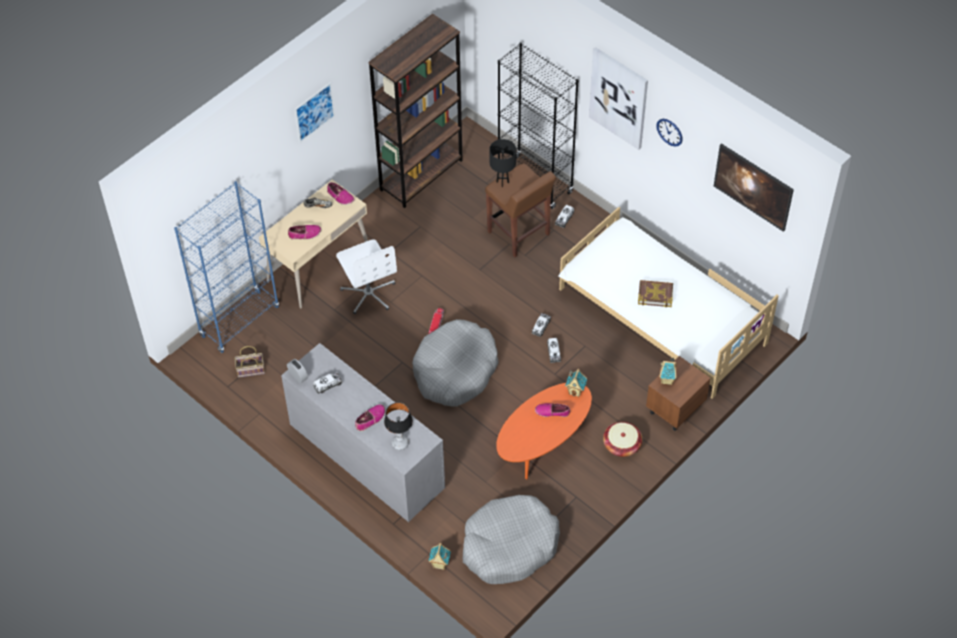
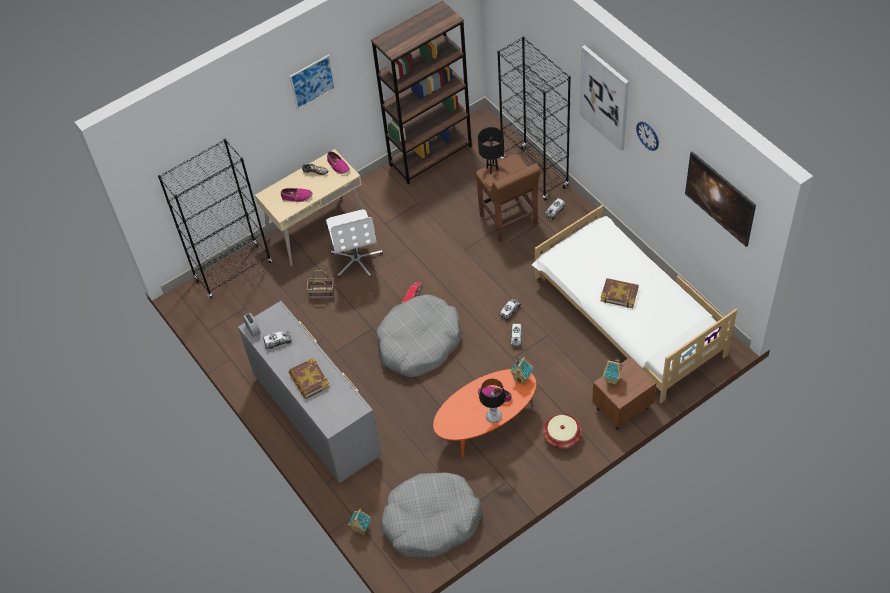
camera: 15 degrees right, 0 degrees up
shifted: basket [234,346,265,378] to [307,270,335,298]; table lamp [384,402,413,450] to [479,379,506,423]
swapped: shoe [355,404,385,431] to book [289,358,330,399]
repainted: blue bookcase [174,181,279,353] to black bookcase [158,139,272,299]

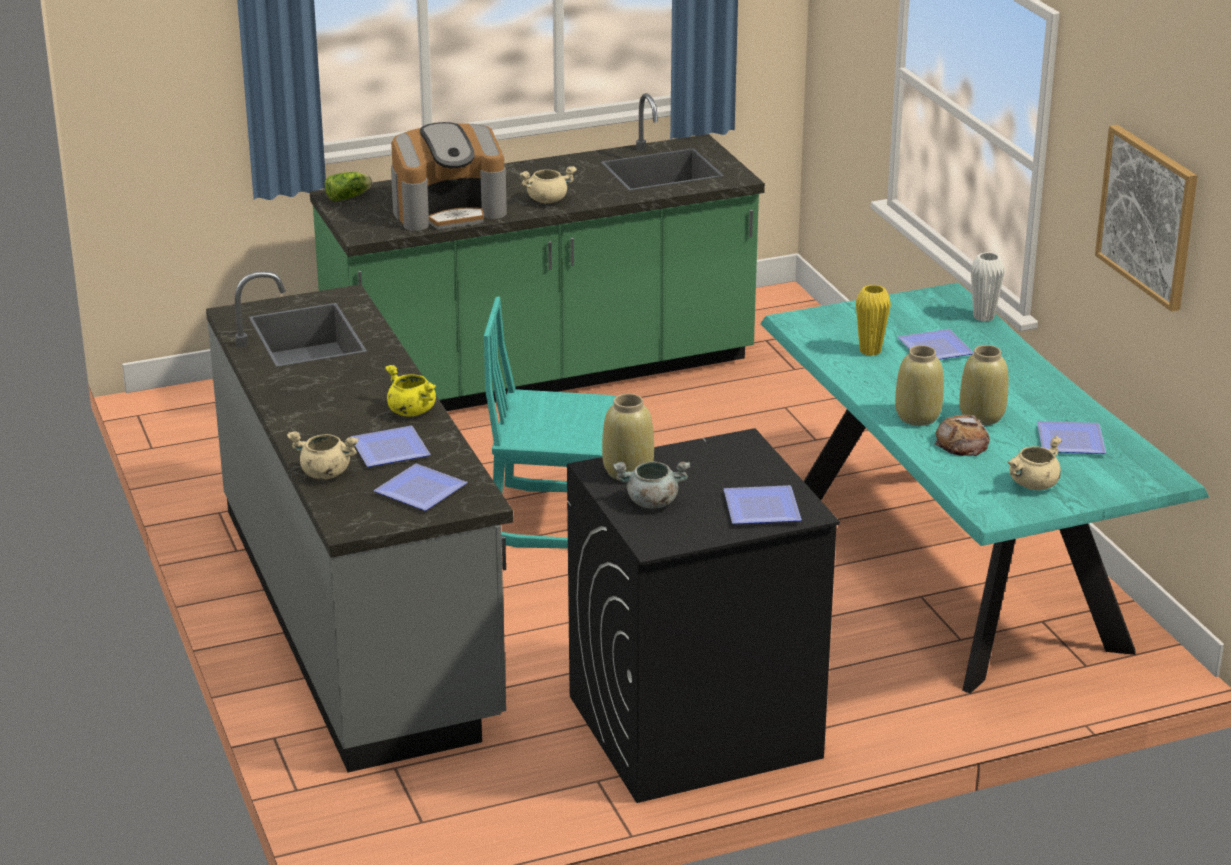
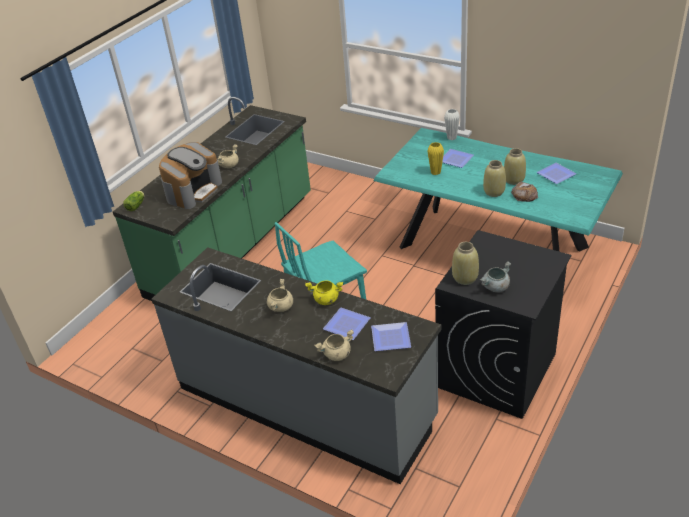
camera: 35 degrees left, 10 degrees up
gone: plate [724,485,802,524]; picture [1095,125,1198,312]
shifted: beige cooking pot [1007,436,1062,490] to [267,279,293,312]

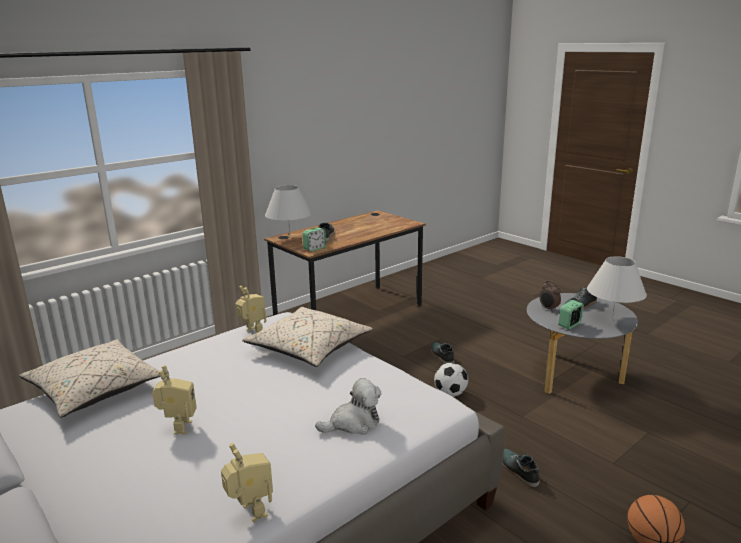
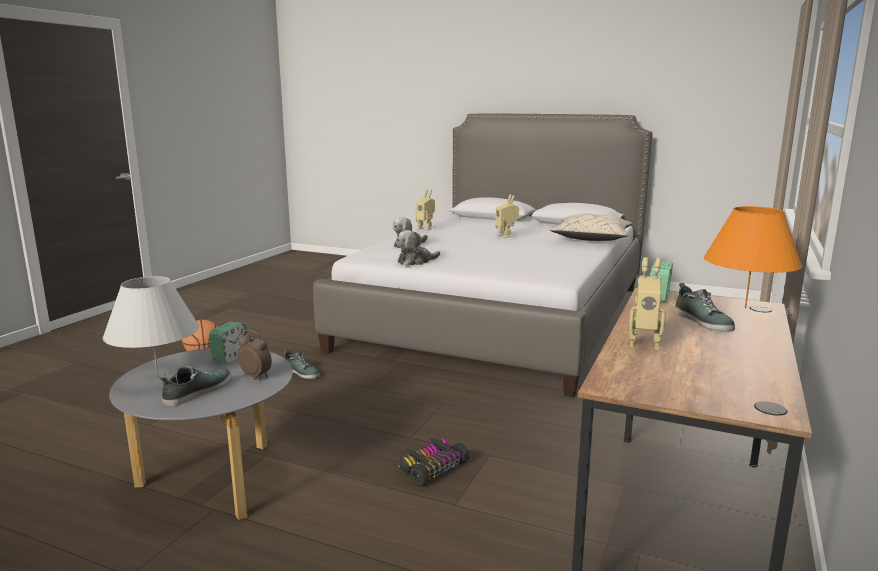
camera: 155 degrees right, 5 degrees down
gone: beige pillow [242,307,373,367]; football [434,363,468,397]
new: plush toy [396,230,440,266]
shifted: toy robot [235,286,266,333] to [629,257,666,350]
swapped: shoe [431,342,454,364] to toy car [398,437,469,487]
repainted: white table lamp [265,185,312,237] to orange table lamp [704,206,803,308]

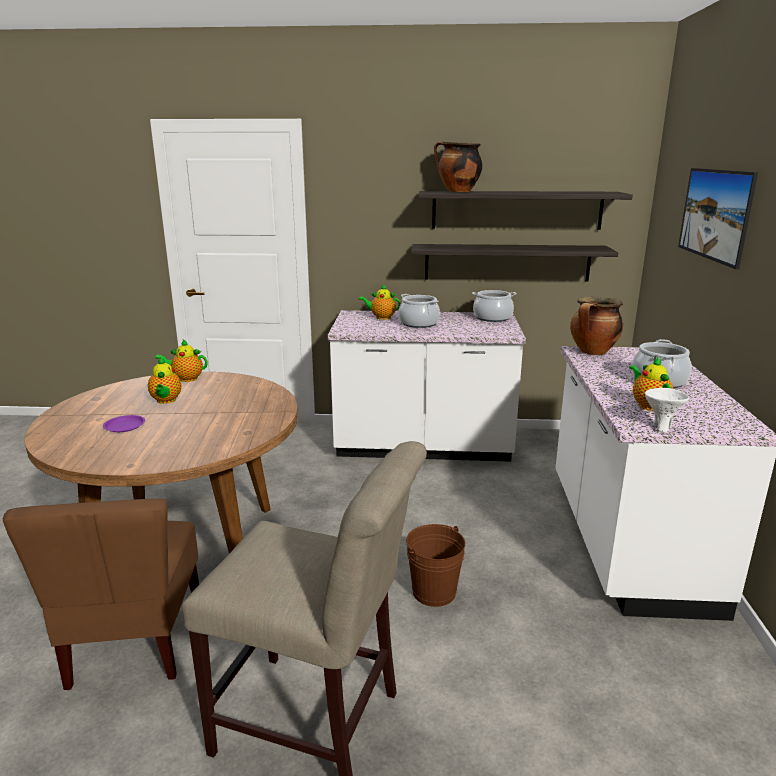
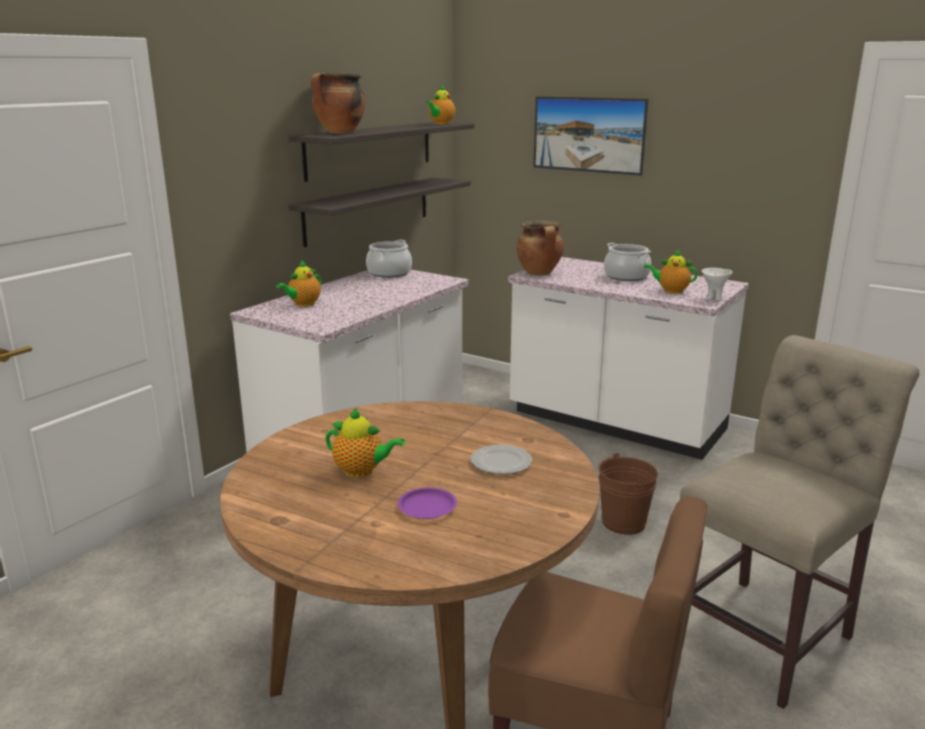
camera: 60 degrees left, 0 degrees up
gone: cooking pot [399,294,440,328]
new: plate [470,445,532,474]
shifted: teapot [155,339,208,382] to [426,84,455,124]

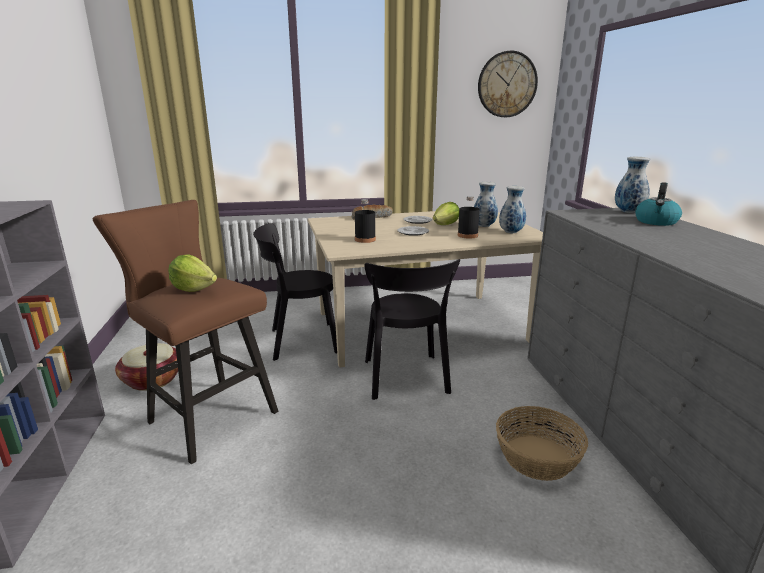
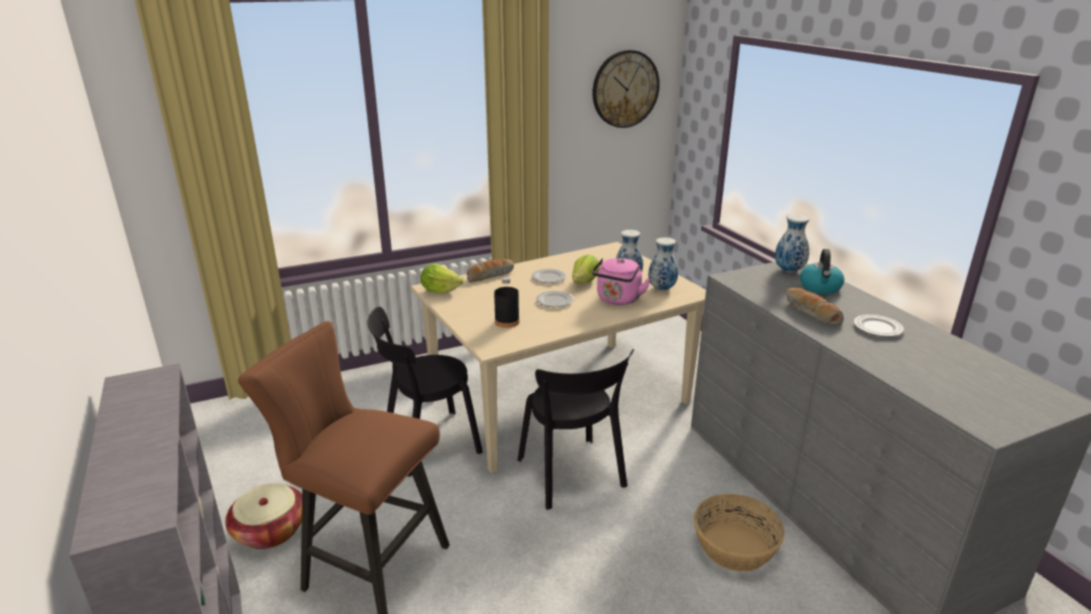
camera: 15 degrees left, 5 degrees up
new: bread [785,288,844,325]; plate [854,315,904,337]
shifted: lettuce [168,254,217,292] to [420,264,463,293]
swapped: black bottle [458,196,480,238] to pink kettle [592,258,651,305]

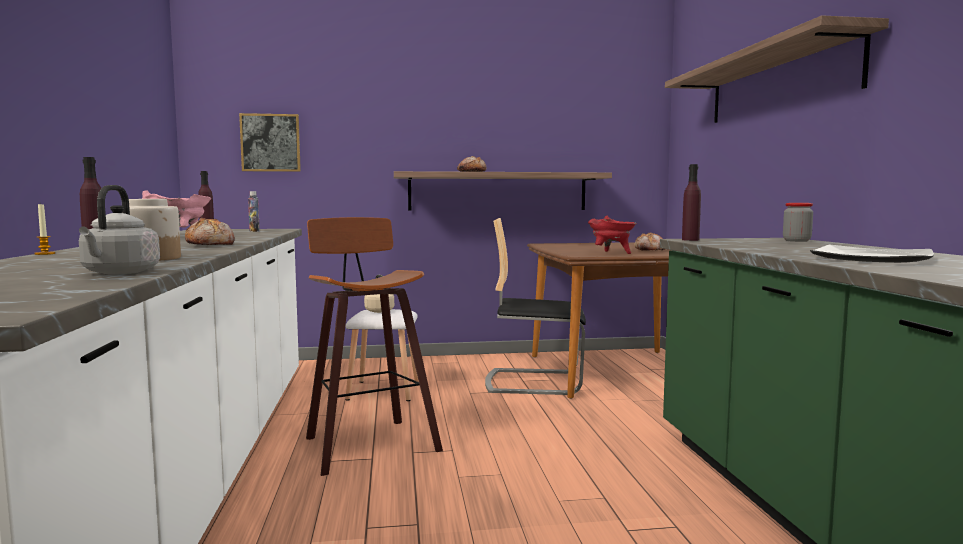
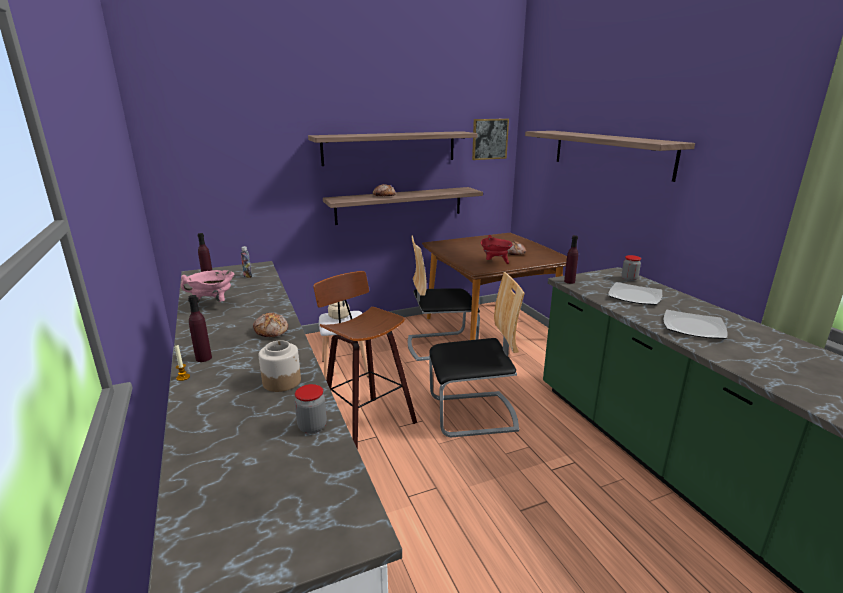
camera: 15 degrees left, 15 degrees up
new: shelf [308,131,478,166]; chair [429,272,525,437]; plate [608,282,662,305]
shifted: picture [239,113,301,172] to [472,119,509,160]
swapped: grey kettle [79,185,160,275] to jar [295,384,327,434]

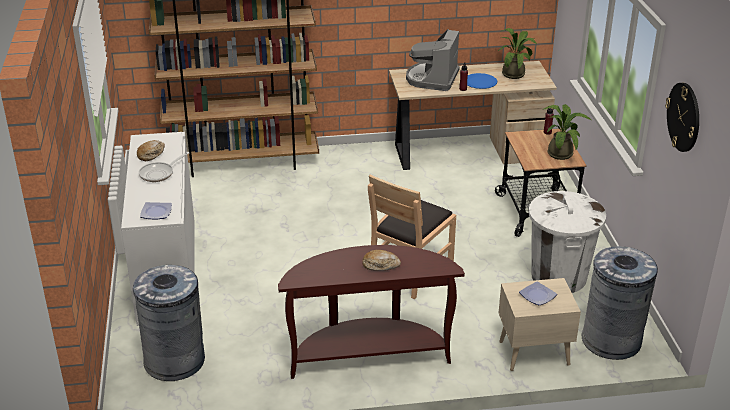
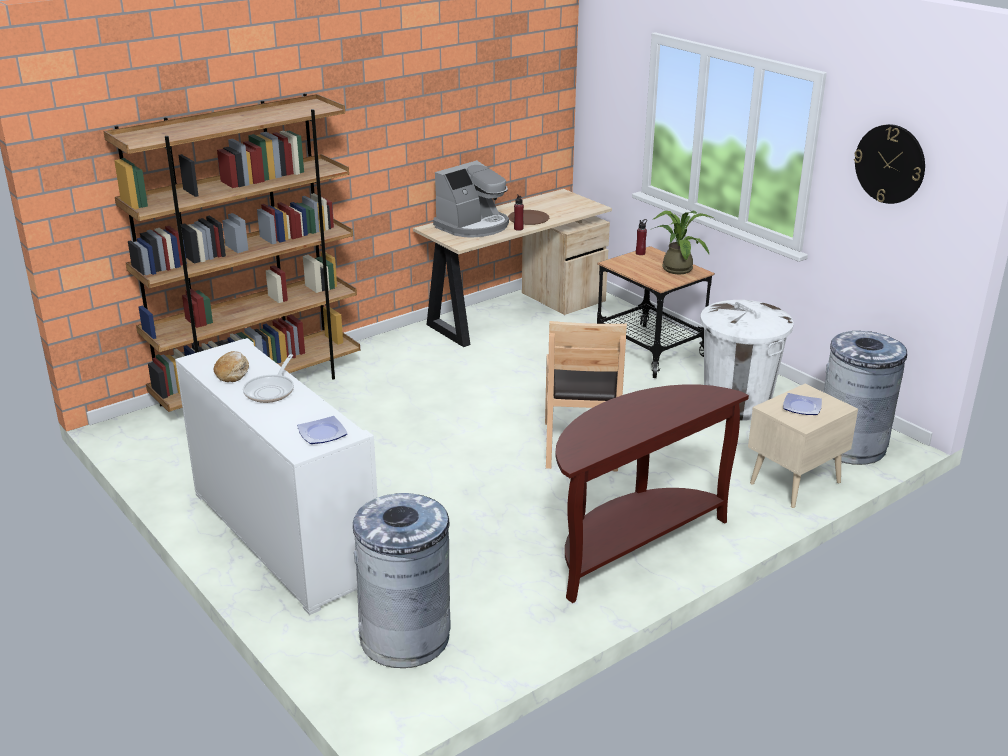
camera: 30 degrees left, 5 degrees down
gone: bread [362,250,401,271]; potted plant [498,28,537,79]
repainted: blue plate [467,73,497,89] to brown plate [508,210,549,225]
rotated: coffee machine [406,29,460,91] = [433,160,509,238] 120 degrees counterclockwise

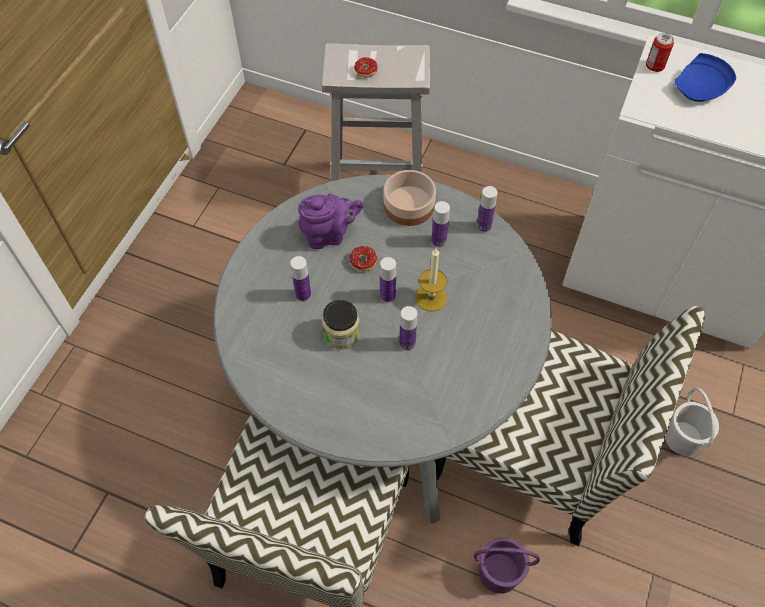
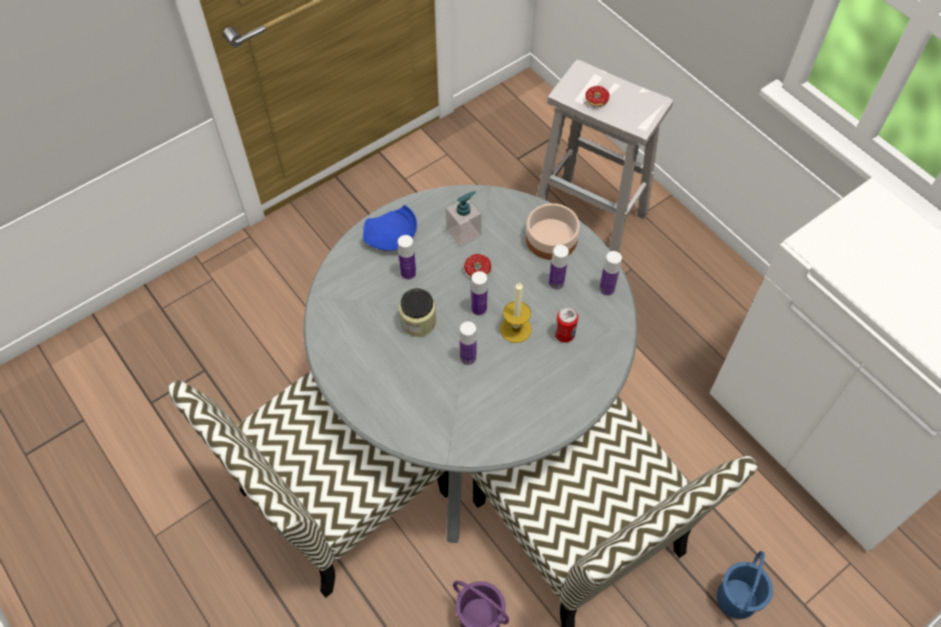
camera: 30 degrees right, 0 degrees up
shifted: can [646,33,674,72] to [555,307,578,343]; blue plate [674,53,736,102] to [363,205,417,251]
swapped: purple teapot [298,194,364,249] to soap dispenser [445,191,482,247]
repainted: white bucket [665,388,719,456] to blue bucket [717,551,773,619]

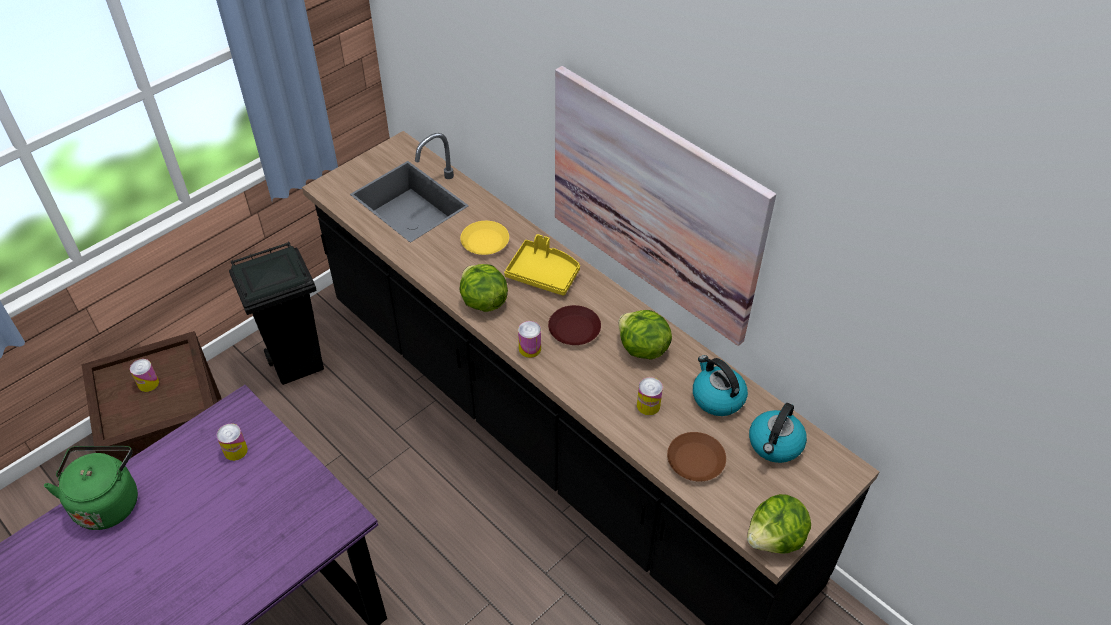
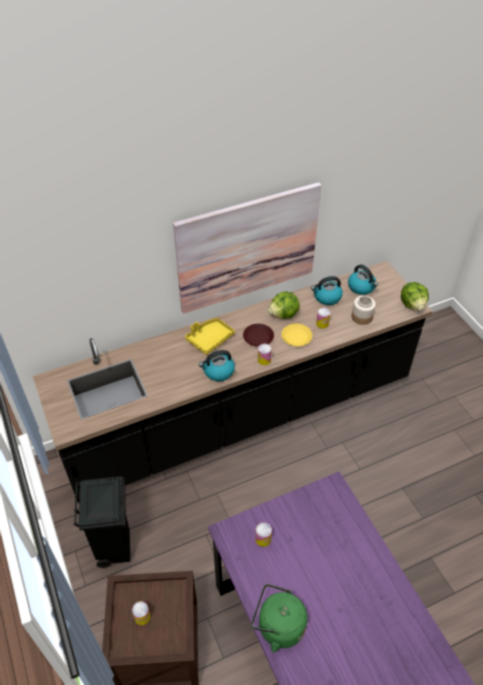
camera: 70 degrees left, 0 degrees up
shifted: yellow plate [460,221,509,255] to [281,324,312,347]
swapped: lettuce [459,264,508,312] to kettle [199,350,235,381]; brown plate [667,432,726,481] to jar [352,296,376,325]

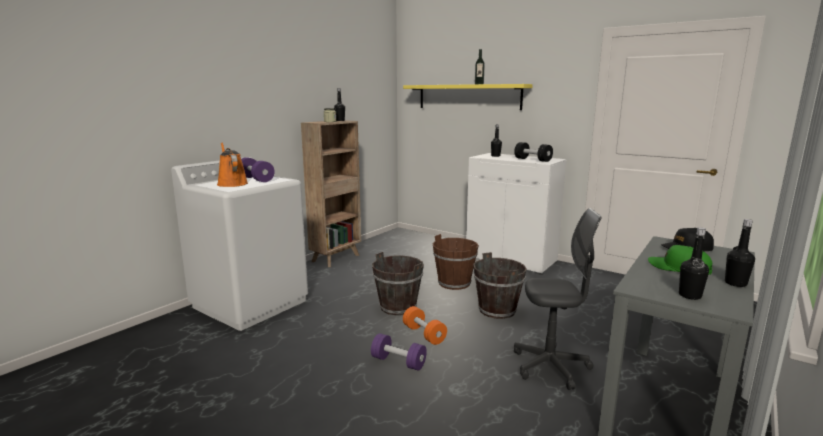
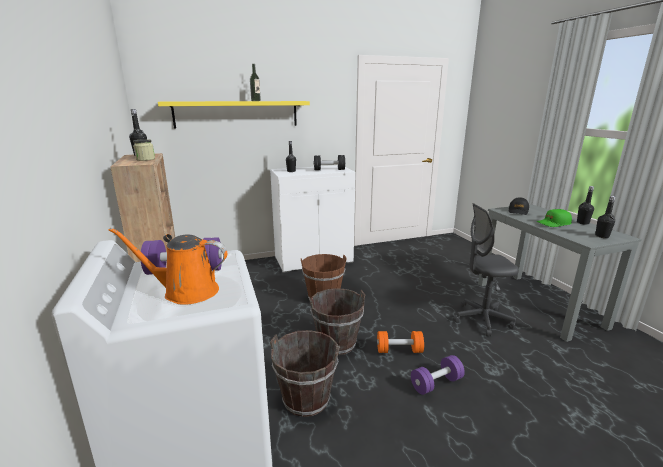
camera: 55 degrees left, 5 degrees up
shifted: brown bucket [473,252,527,319] to [270,330,340,417]
rotated: grey office chair [514,208,602,390] = [453,203,519,336] 135 degrees counterclockwise

